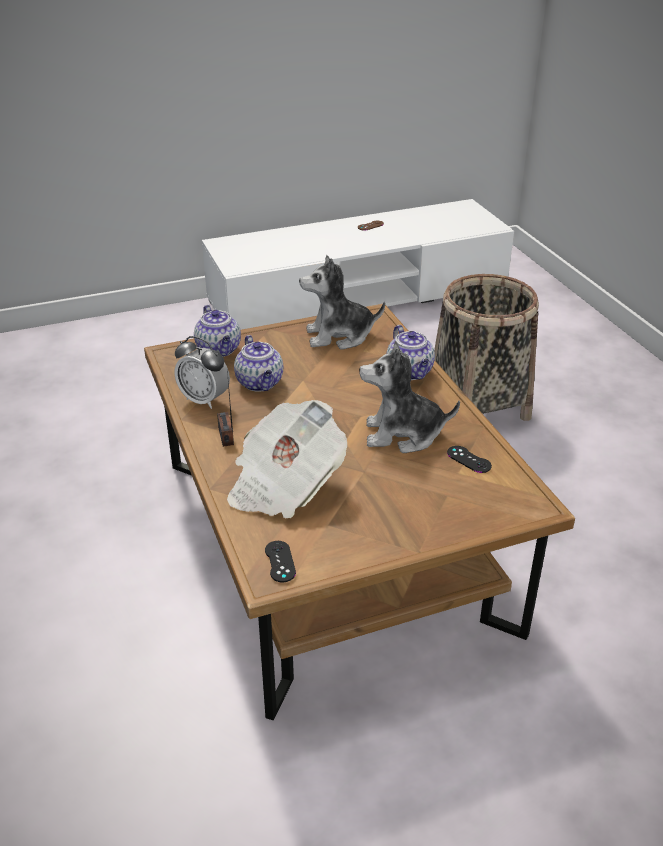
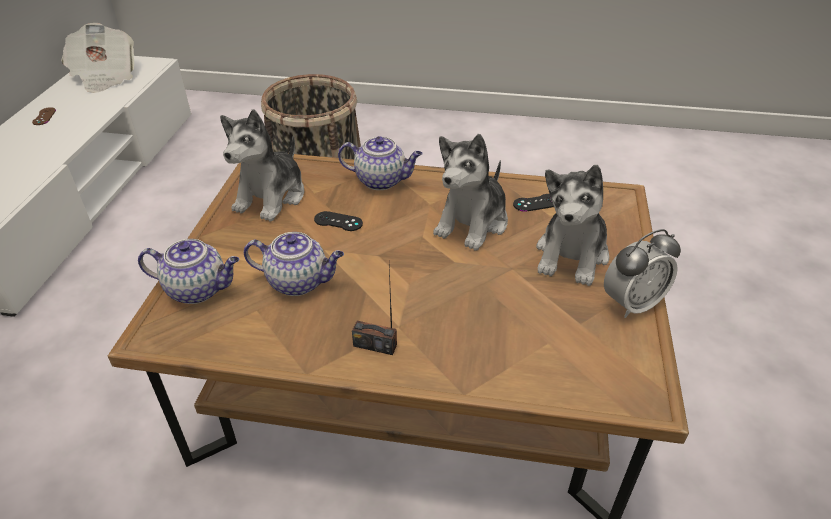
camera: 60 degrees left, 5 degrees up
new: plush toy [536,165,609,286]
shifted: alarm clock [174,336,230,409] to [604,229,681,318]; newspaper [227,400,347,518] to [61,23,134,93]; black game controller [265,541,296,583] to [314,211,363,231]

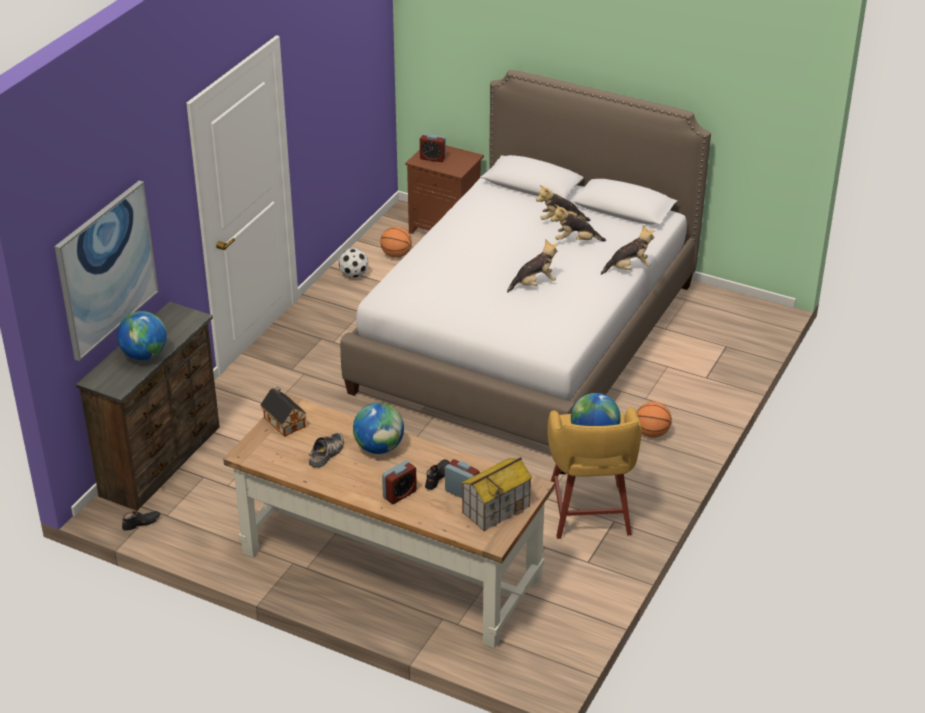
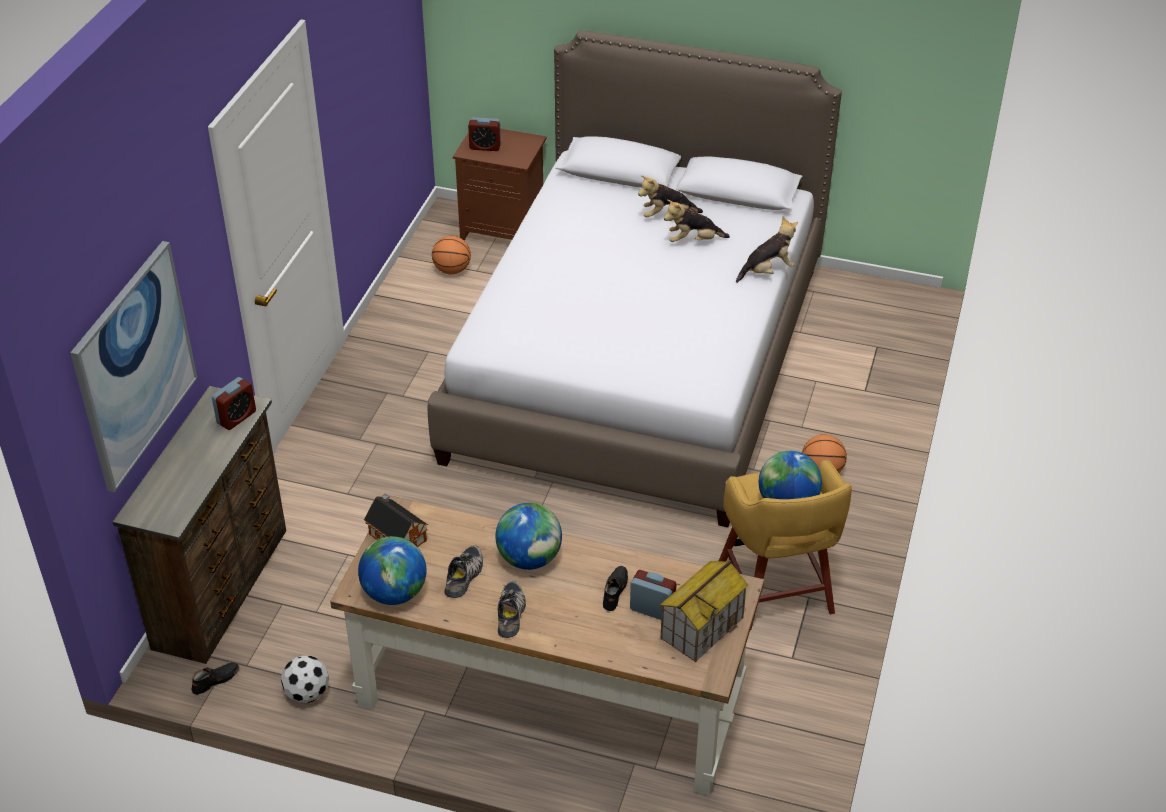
camera: 10 degrees left, 5 degrees up
gone: plush toy [507,240,558,293]
new: shoe [498,581,526,638]
shifted: globe [117,311,167,360] to [358,537,427,605]; football [339,248,368,278] to [281,656,329,703]; alarm clock [382,461,417,504] to [212,377,256,430]

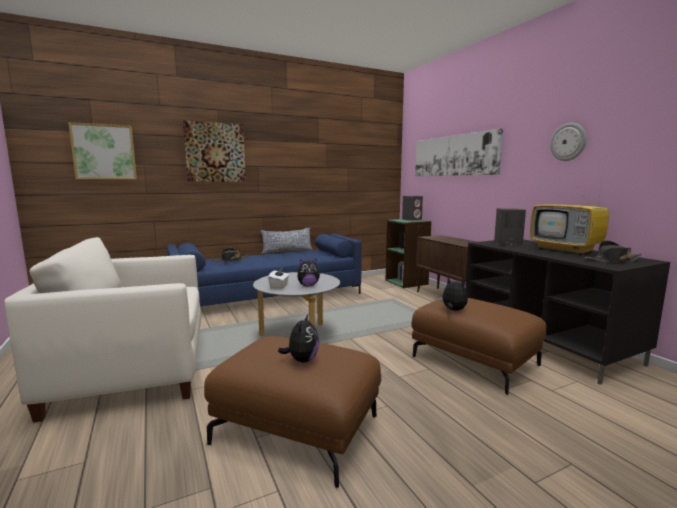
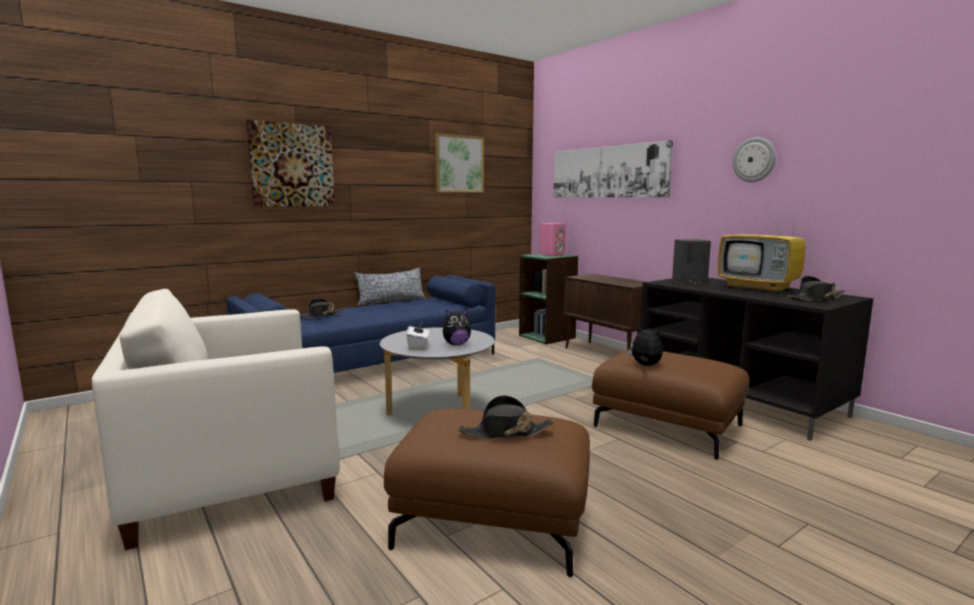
camera: 10 degrees left, 0 degrees up
shifted: picture [68,122,137,179] to [435,134,484,192]
swapped: plush toy [278,314,319,363] to black hat [458,395,554,439]
repainted: grey speaker [402,196,423,221] to pink speaker [539,223,566,256]

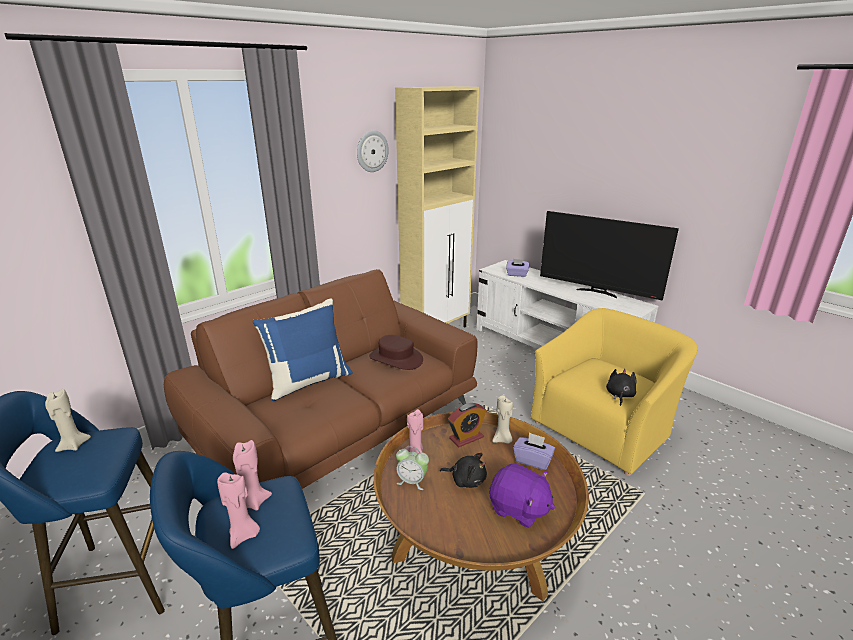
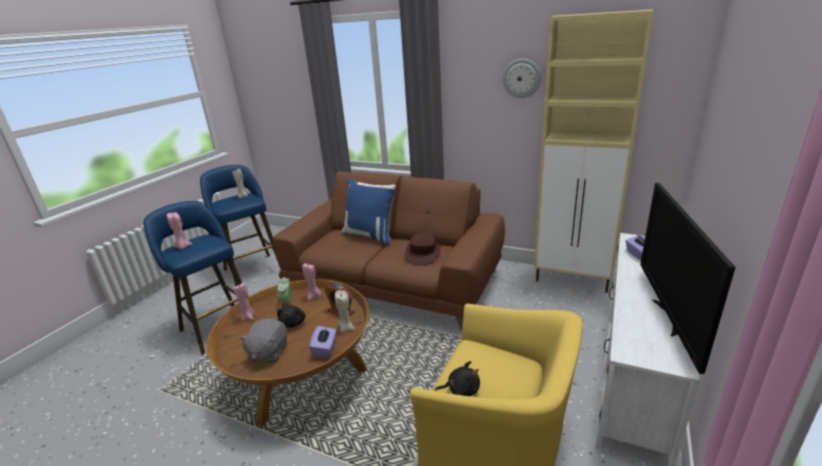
camera: 70 degrees right, 0 degrees up
shifted: pink candle [233,440,272,511] to [233,282,255,321]
repainted: purple plush toy [489,463,555,528] to grey plush toy [239,318,287,363]

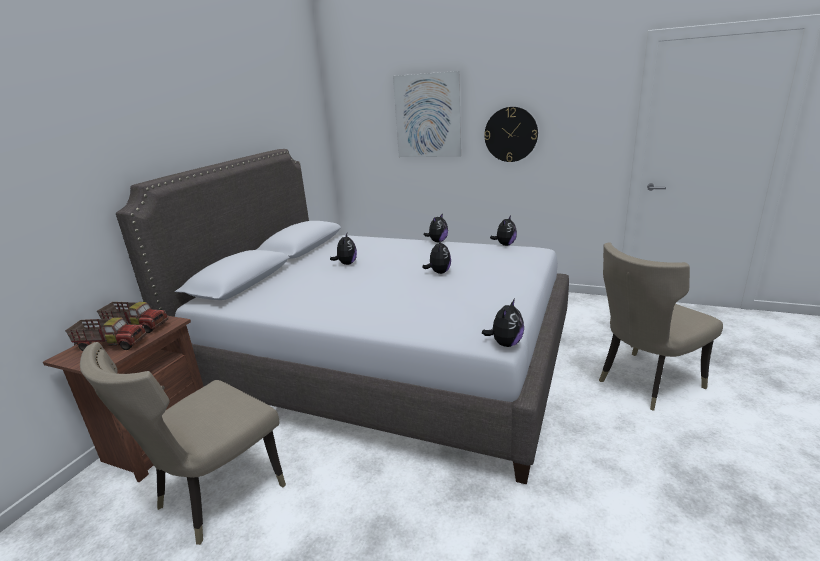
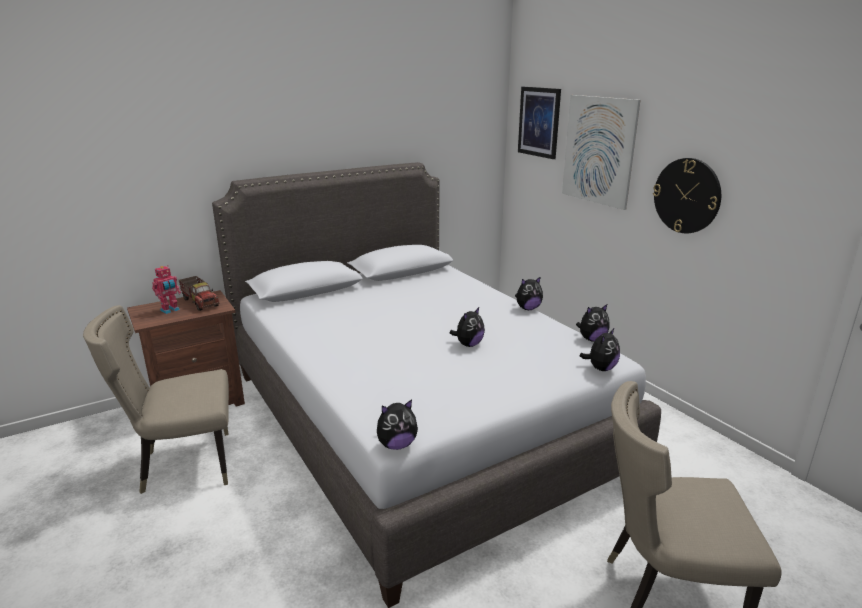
camera: 35 degrees right, 0 degrees up
new: picture [518,87,561,159]
shifted: plush toy [330,233,357,265] to [580,327,620,371]
swapped: toy truck [65,317,147,351] to toy robot [152,265,181,314]

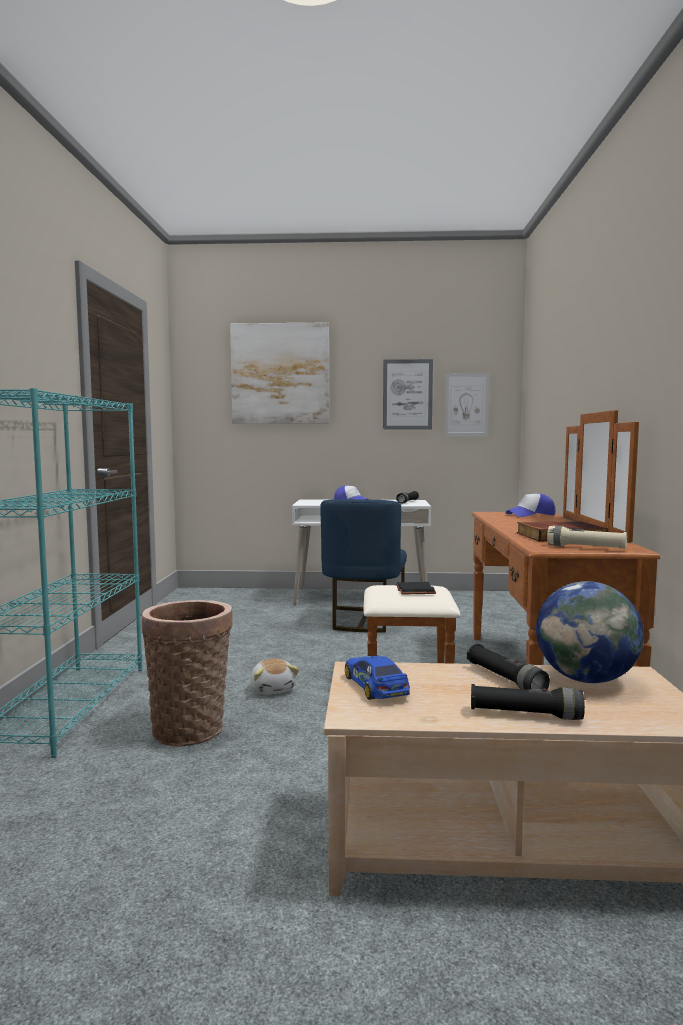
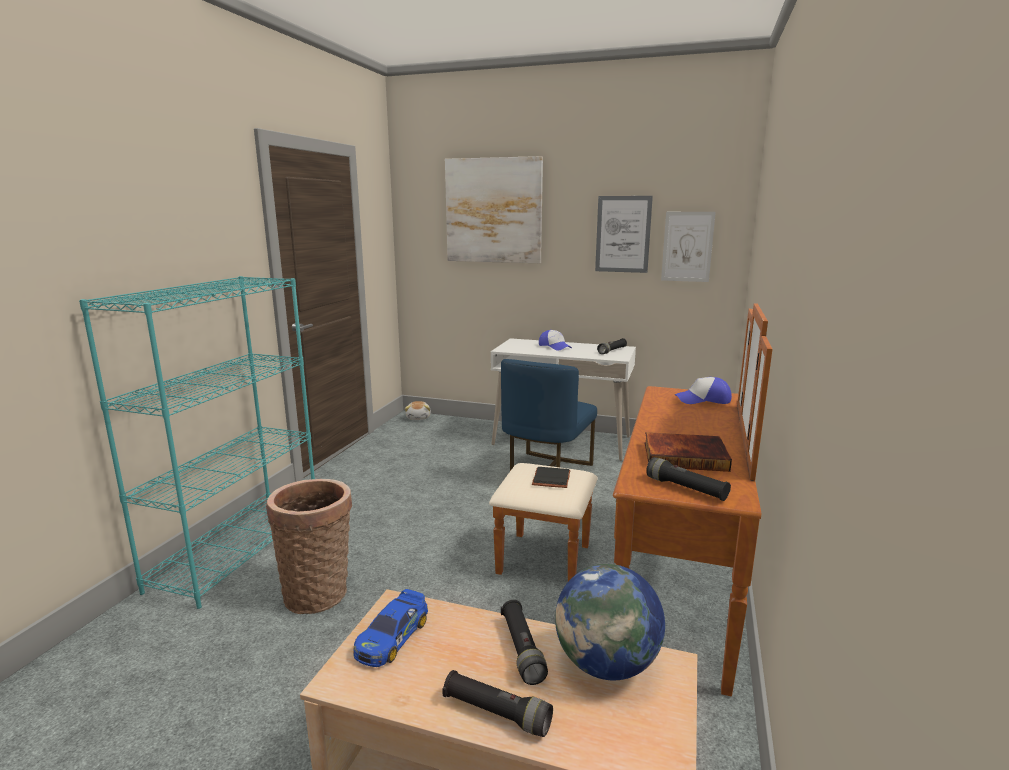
camera: 15 degrees right, 10 degrees up
shifted: plush toy [251,659,299,694] to [405,401,431,420]
repainted: beige flashlight [547,526,627,549] to black flashlight [646,457,731,501]
rotated: toy car [345,655,410,700] = [353,589,428,667] 150 degrees counterclockwise

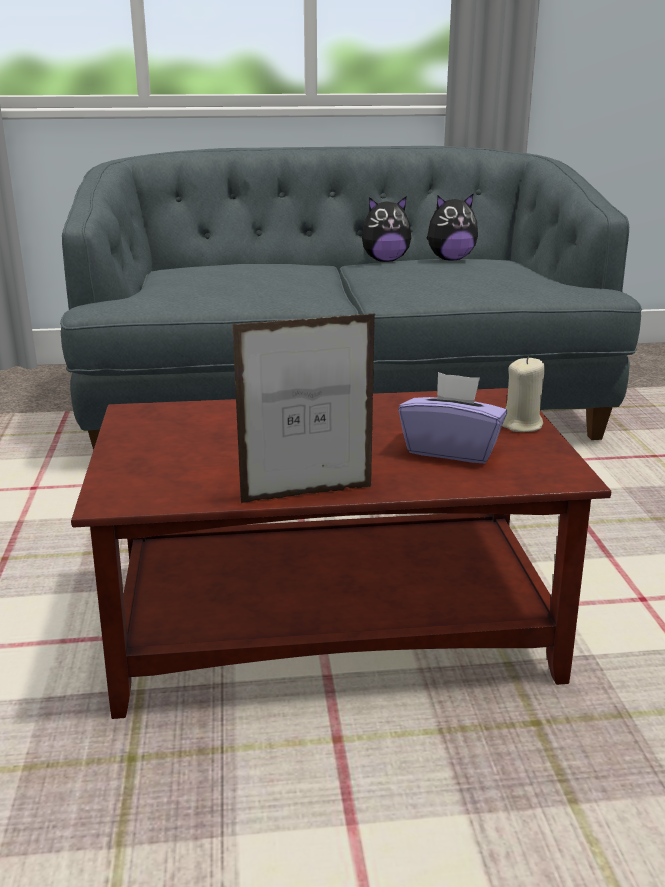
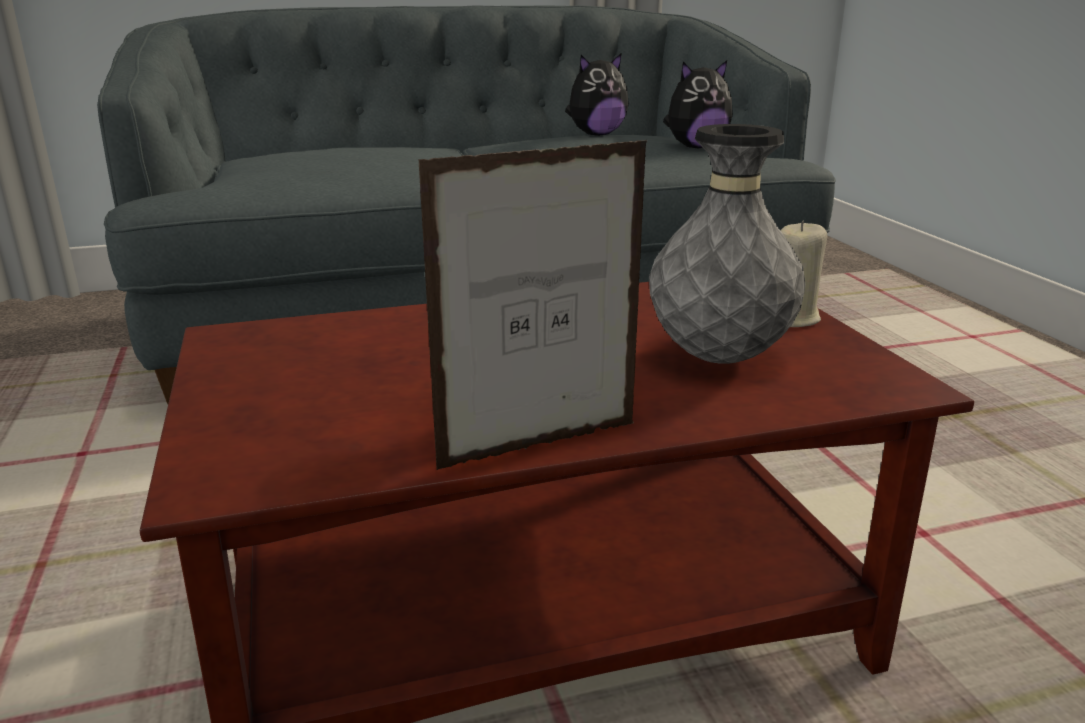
camera: 10 degrees left, 0 degrees up
shifted: plush toy [362,197,411,262] to [663,60,733,148]
swapped: purple tissue box [399,372,507,463] to grey vase [649,124,806,364]

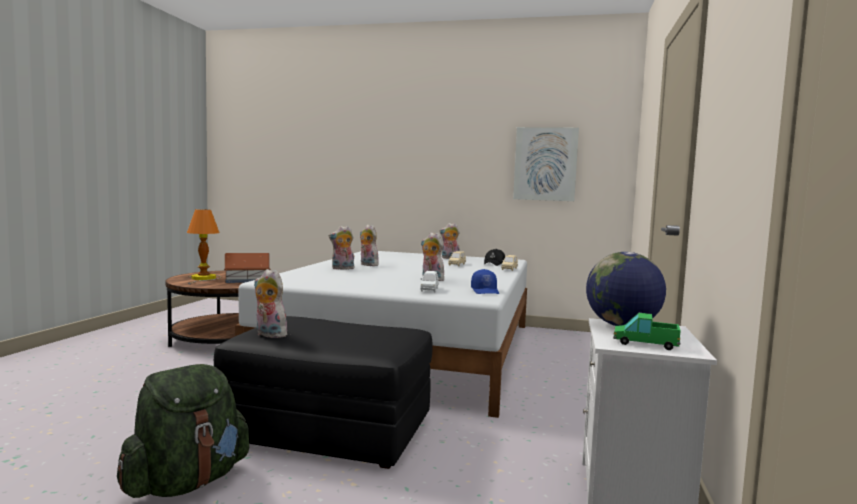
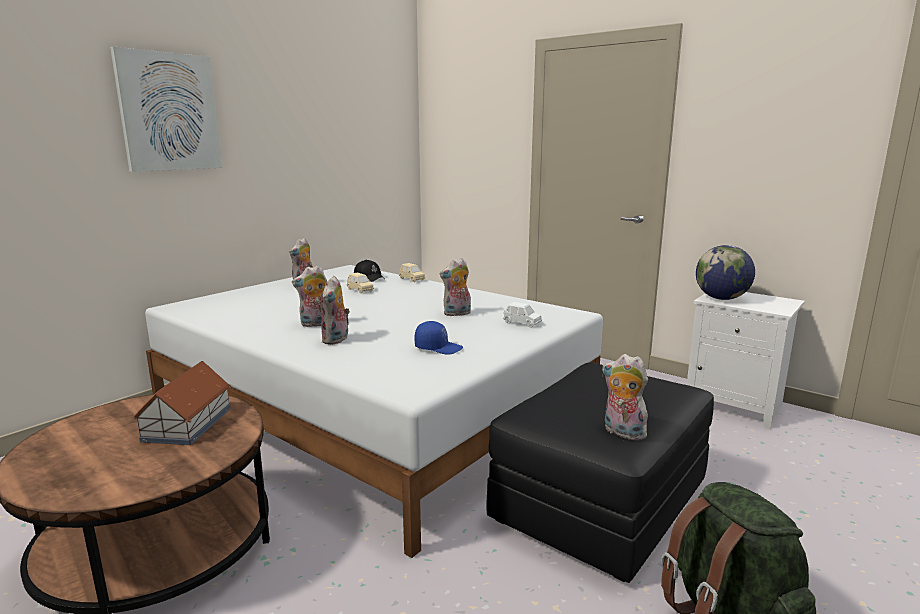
camera: 65 degrees left, 10 degrees up
gone: table lamp [187,209,222,284]; toy truck [613,313,681,350]
shifted: blue cap [471,269,499,294] to [414,321,463,355]; picture [513,127,579,201] to [110,47,222,172]
rotated: plush toy [254,269,287,338] = [602,354,648,440] 75 degrees clockwise

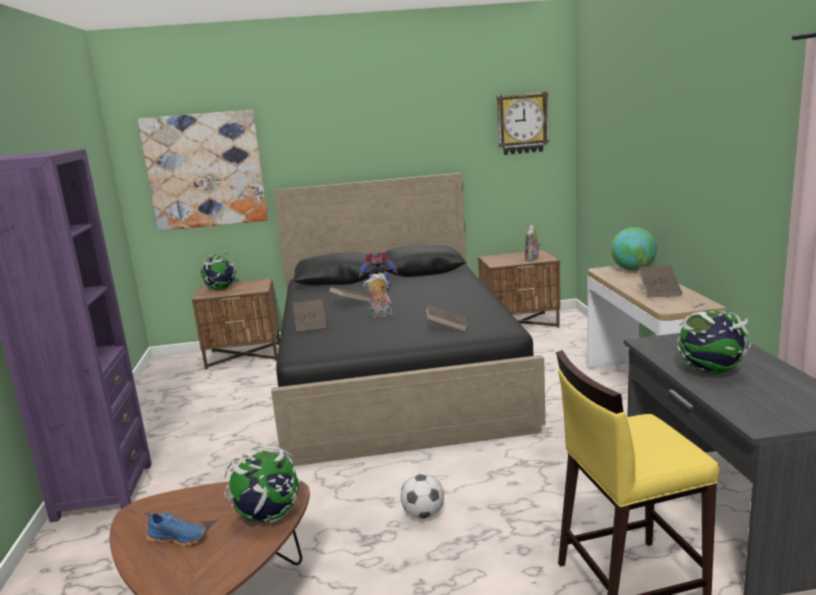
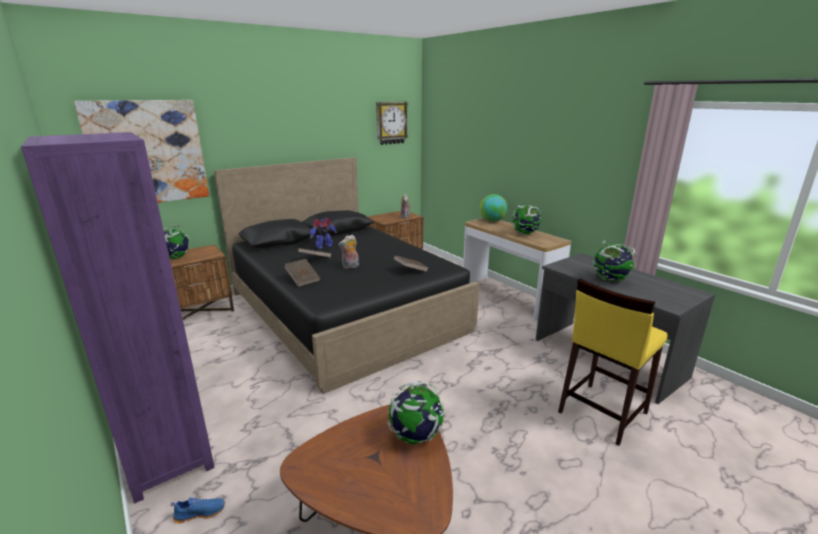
camera: 30 degrees left, 5 degrees up
gone: football [400,473,444,519]
shifted: blue shoe [145,512,206,546] to [171,497,225,523]
swapped: brown book [638,265,682,297] to globe [512,205,541,235]

